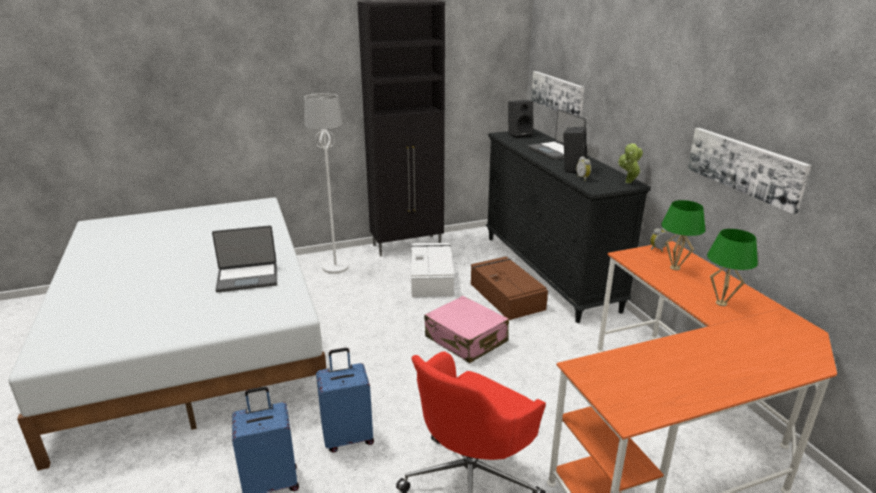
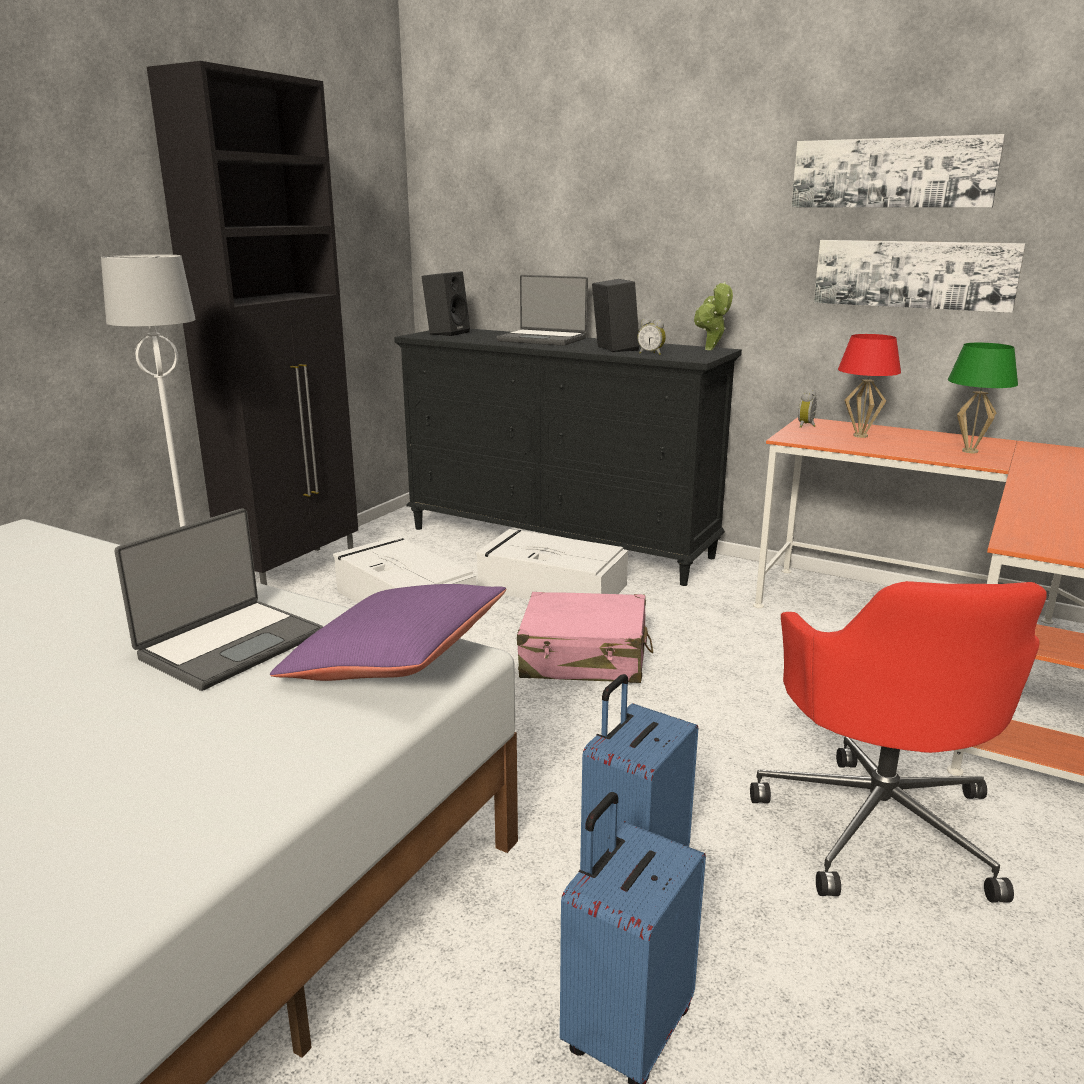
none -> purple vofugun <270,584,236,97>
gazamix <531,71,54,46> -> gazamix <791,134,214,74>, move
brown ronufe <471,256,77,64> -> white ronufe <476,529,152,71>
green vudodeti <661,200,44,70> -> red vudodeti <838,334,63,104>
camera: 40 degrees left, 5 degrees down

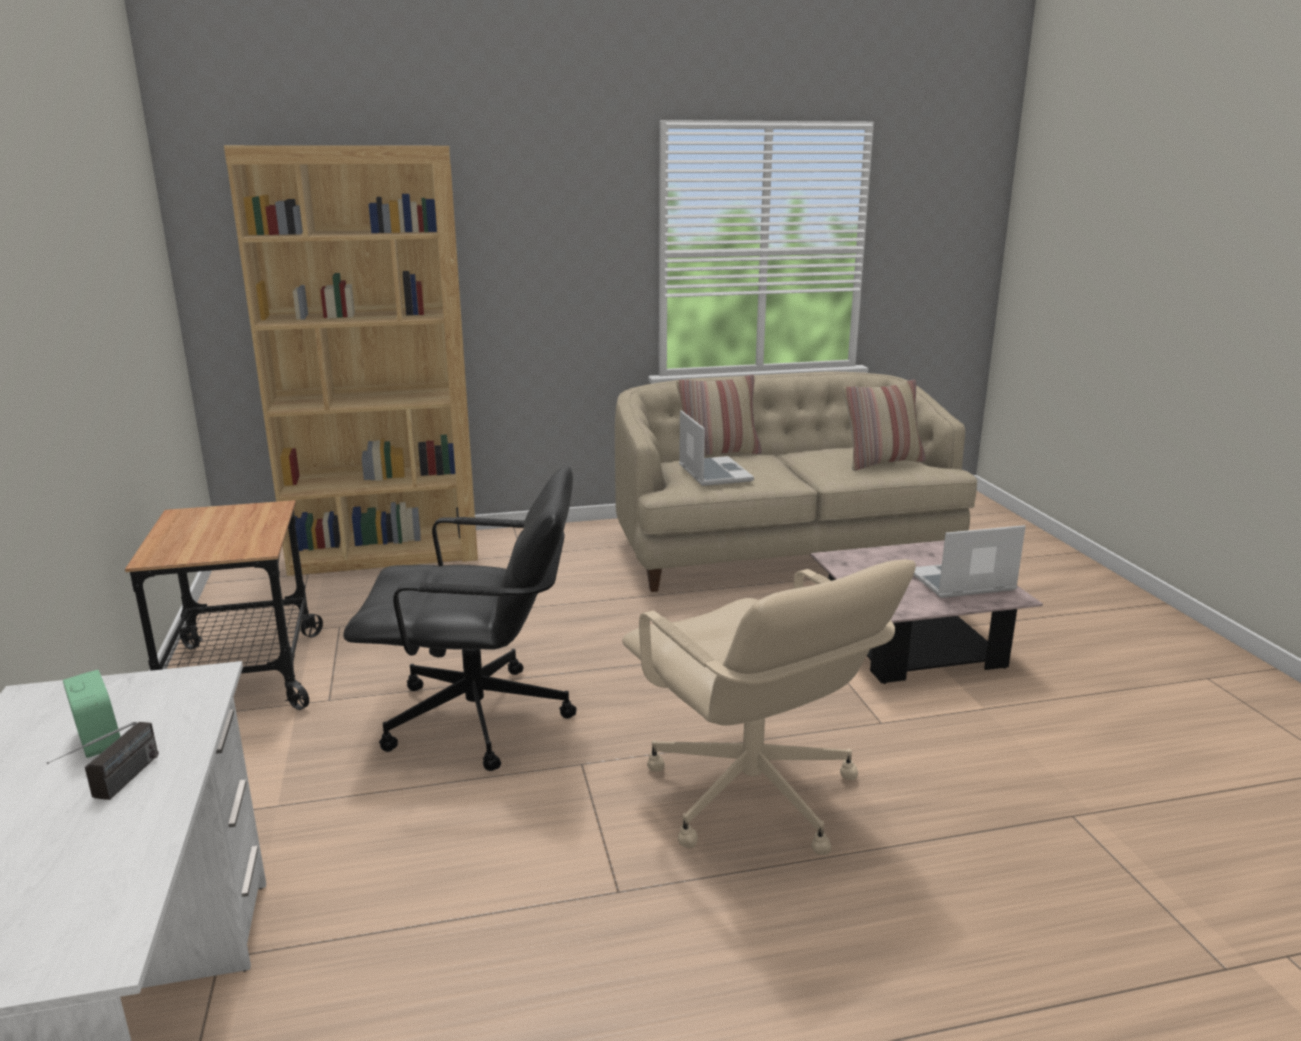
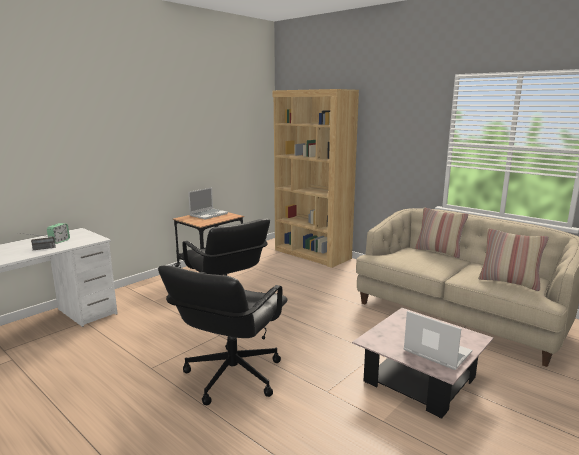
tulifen <679,410,75,76> -> tulifen <188,187,40,33>, move
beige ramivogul <622,559,294,296> -> black ramivogul <158,266,130,139>
camera: 55 degrees right, 5 degrees down

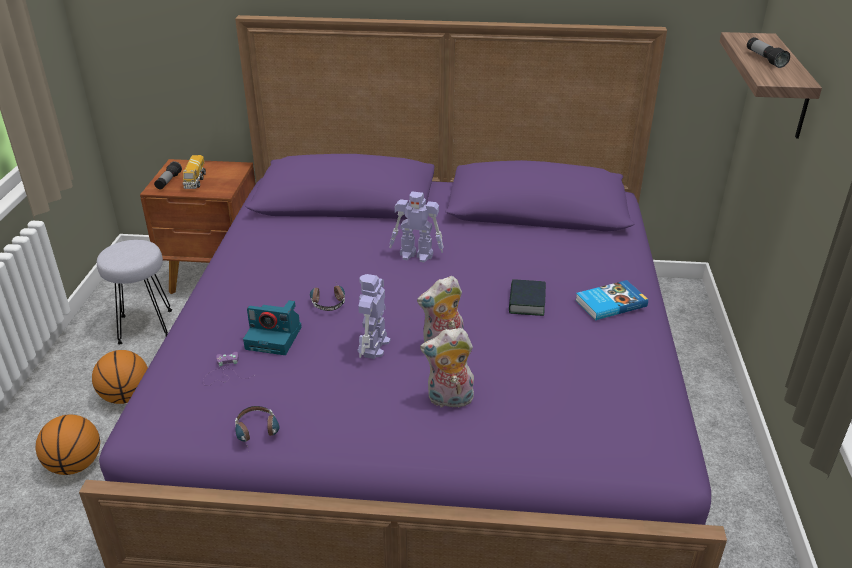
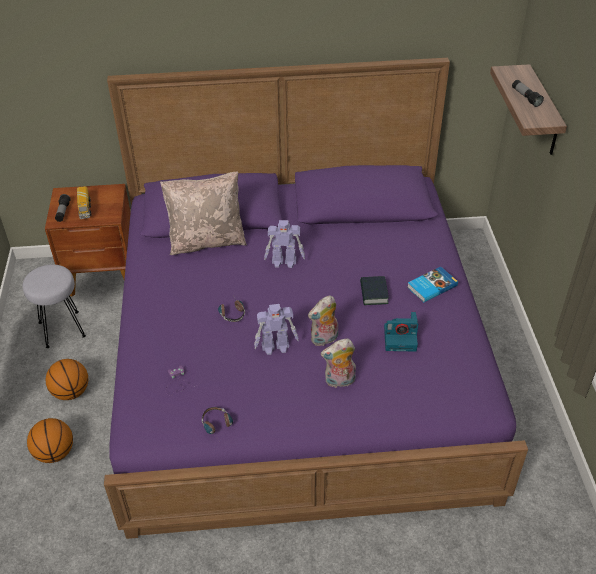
none -> beige vofugun <160,172,87,83>
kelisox <243,300,59,55> -> kelisox <384,312,34,40>, move
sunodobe <358,274,32,85> -> sunodobe <254,304,45,51>, 105 degrees counterclockwise
camera: 10 degrees left, 10 degrees up

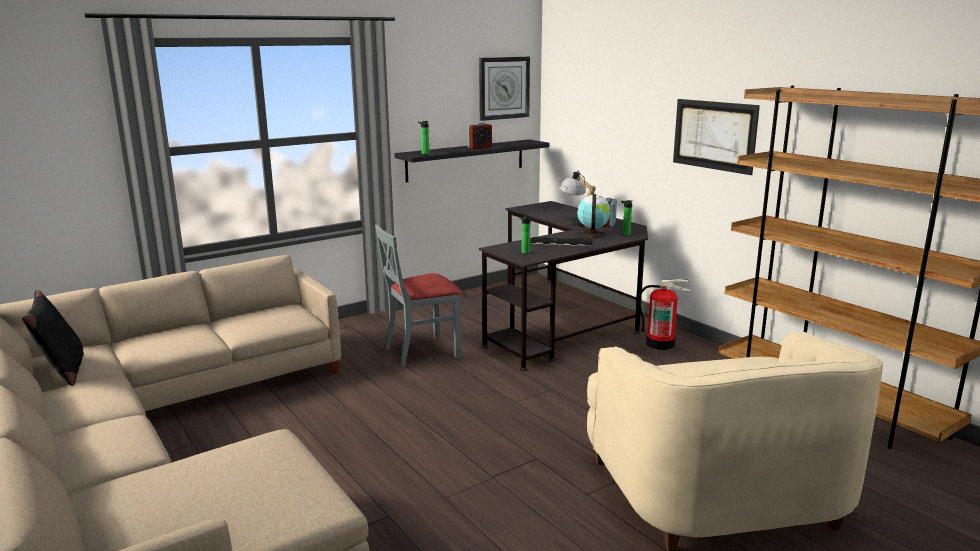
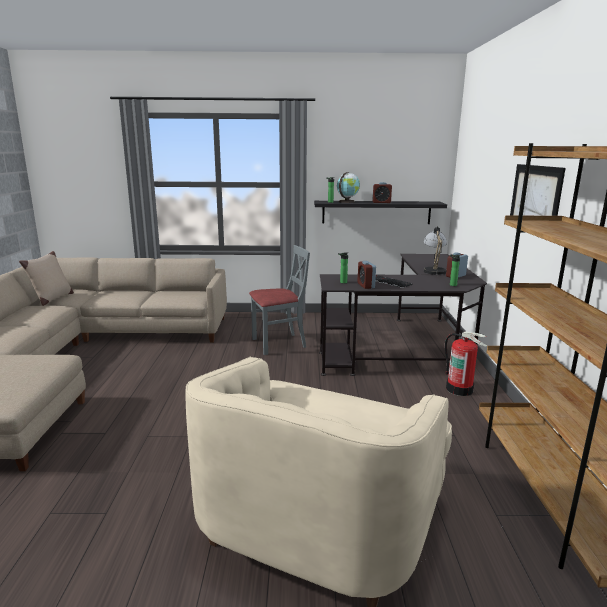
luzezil <479,57,51,64> -> none
none -> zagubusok <357,261,19,28>
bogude <577,194,33,44> -> bogude <337,172,23,31>, move
black vofugun <22,290,62,96> -> beige vofugun <19,251,55,55>
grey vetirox <375,224,87,143> -> grey vetirox <249,245,61,110>, 150 degrees clockwise
camera: 35 degrees right, 0 degrees up

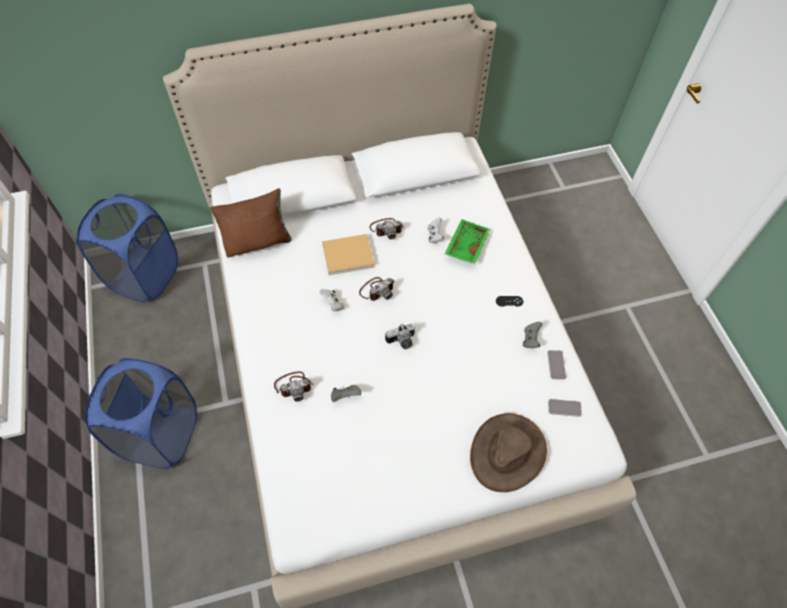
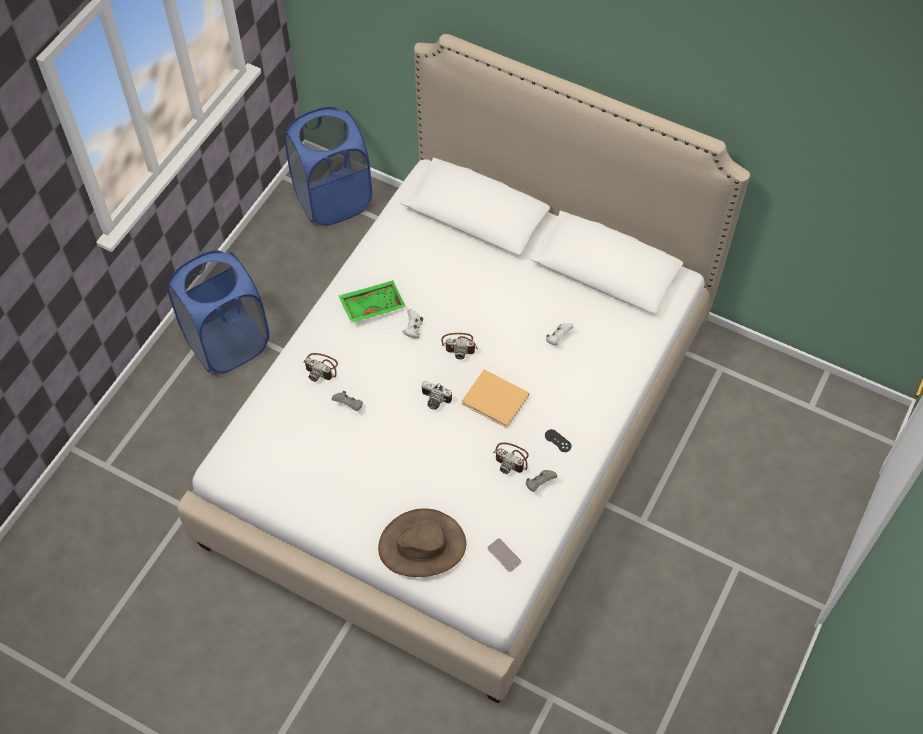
brown vofugun <210,188,82,70> -> none
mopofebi <547,350,19,29> -> none
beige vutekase <322,234,52,41> -> beige vutekase <461,369,68,59>, move
kelisox <370,218,34,21> -> kelisox <493,443,36,31>, move
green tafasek <445,219,45,45> -> green tafasek <339,280,67,43>, move
camera: 45 degrees right, 0 degrees up

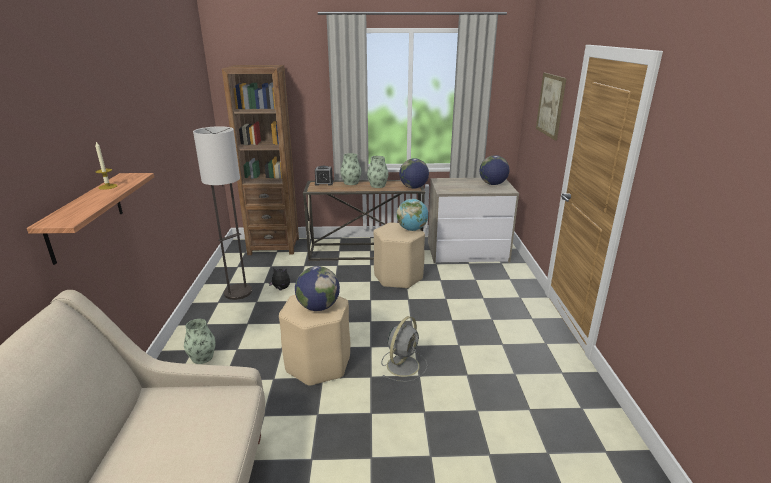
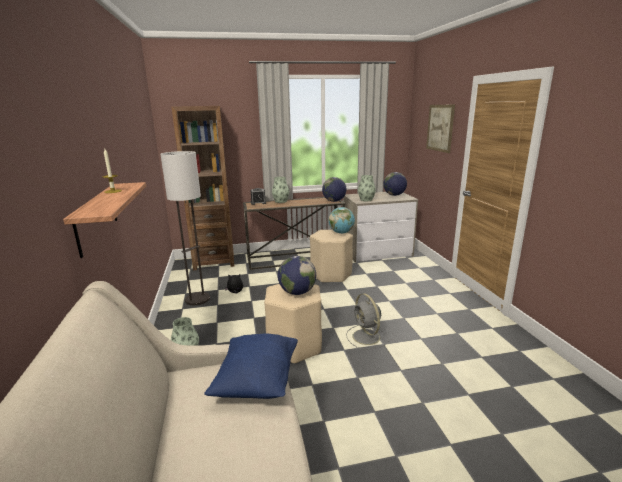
none -> blue vofugun <204,333,94,66>
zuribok <367,156,22,32> -> zuribok <358,175,18,26>, move
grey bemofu <381,316,46,66> -> grey bemofu <346,293,43,57>, 135 degrees clockwise
camera: 10 degrees left, 5 degrees down

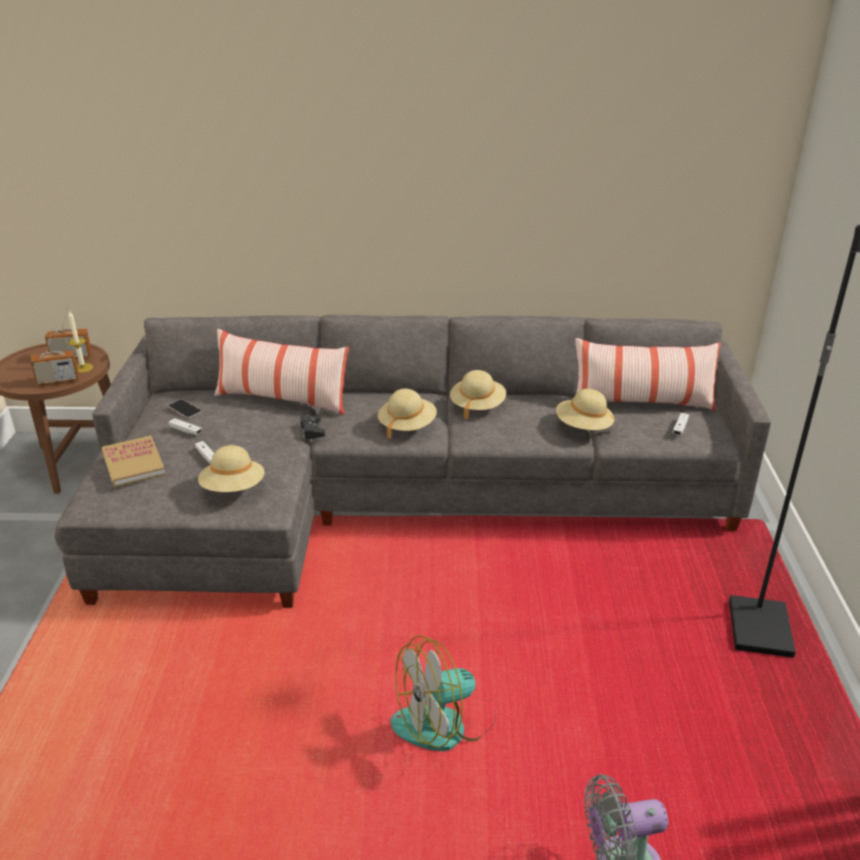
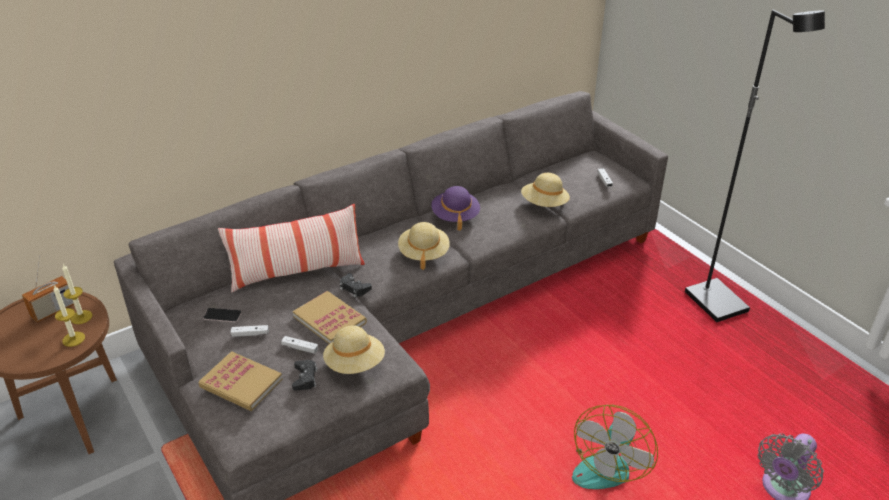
vofugun <575,338,146,73> -> none
none -> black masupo <292,360,25,30>
none -> vutekase <293,291,74,53>
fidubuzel <30,323,49,62> -> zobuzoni <53,285,32,62>
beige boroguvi <450,370,56,50> -> purple boroguvi <431,186,49,45>
camera: 35 degrees left, 5 degrees up

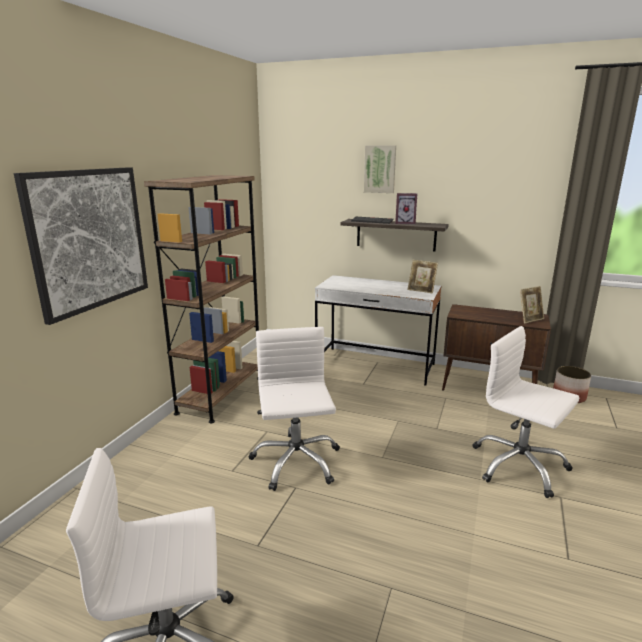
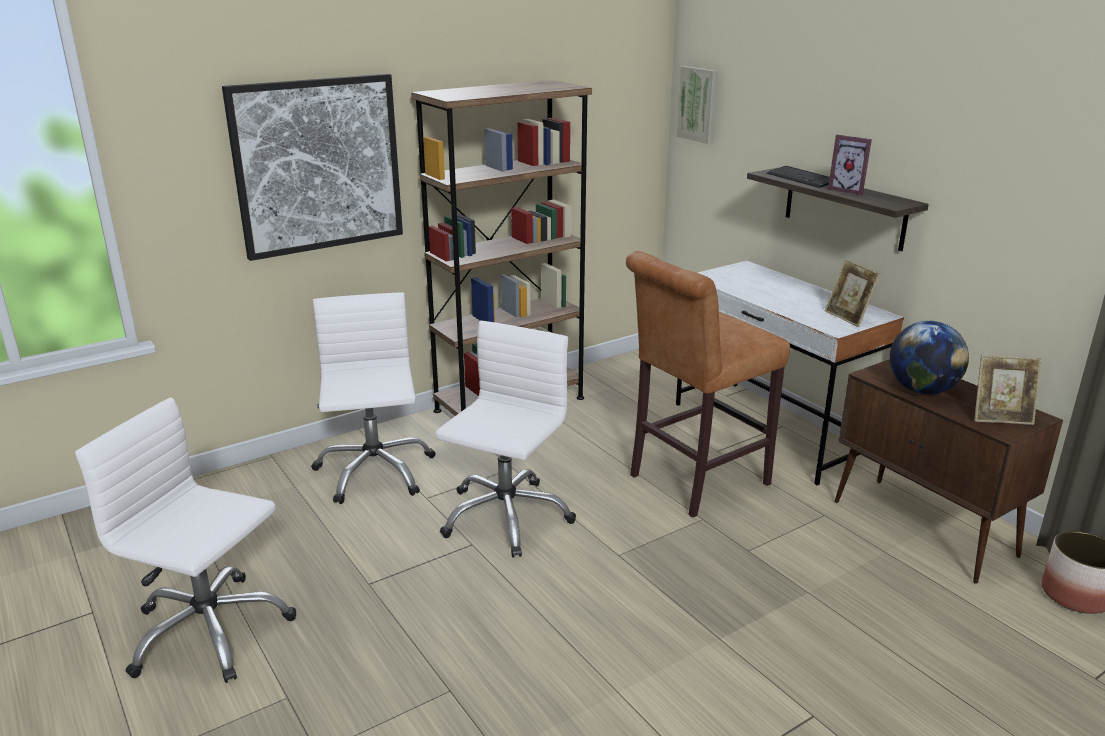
none -> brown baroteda <626,251,164,267>
none -> bogude <890,321,79,73>
gazamix <364,145,32,48> -> gazamix <677,66,41,78>, move
white ramivogul <473,326,106,172> -> white ramivogul <311,293,125,211>, move
camera: 35 degrees right, 5 degrees up

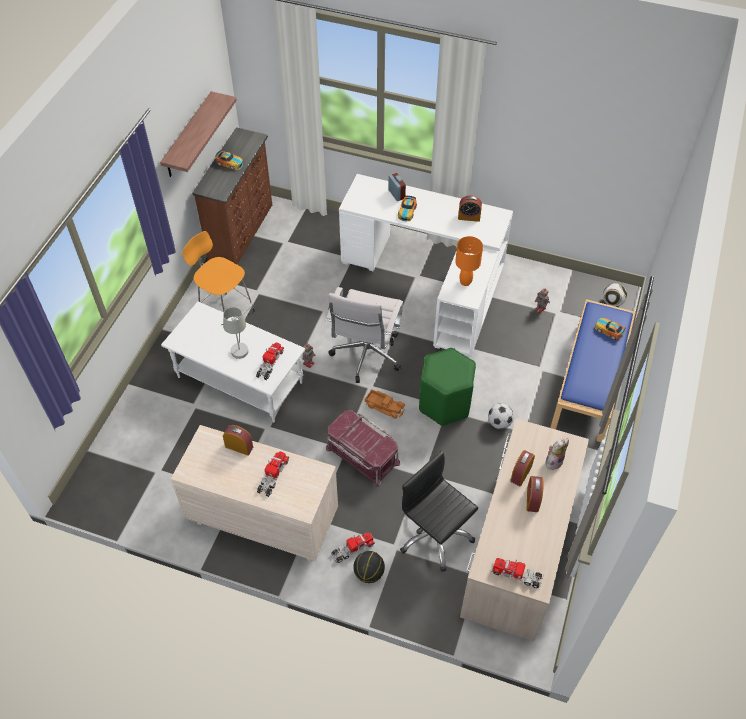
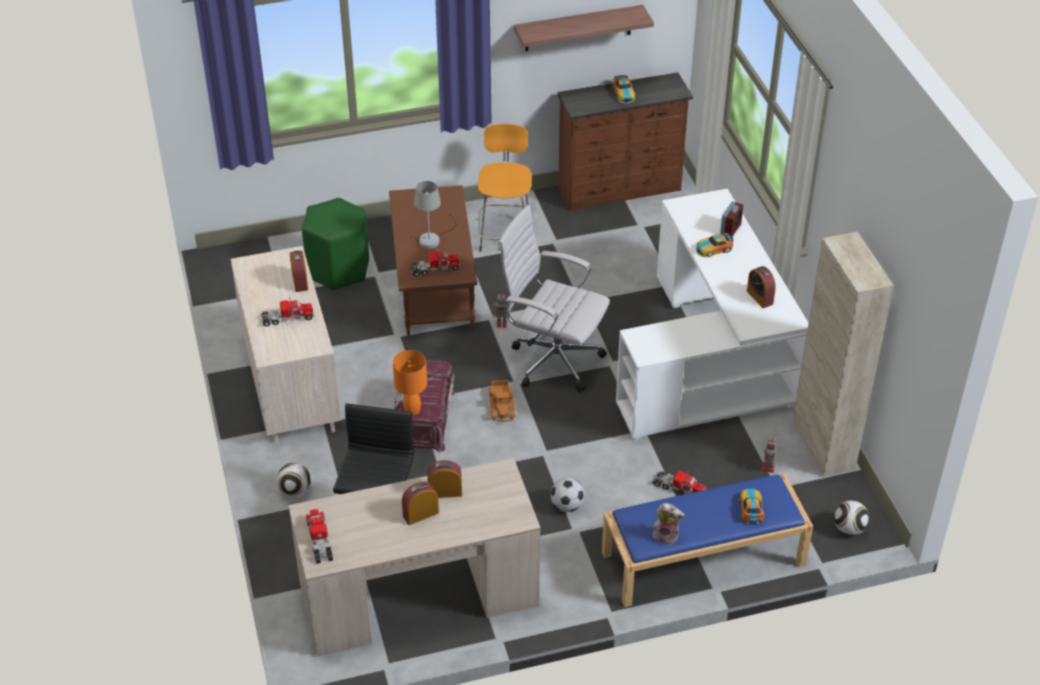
none -> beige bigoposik <792,232,102,245>
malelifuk <331,532,44,31> -> malelifuk <653,470,53,24>, move
green baroteda <419,348,57,78> -> green baroteda <302,198,67,92>, move
orange vudodeti <455,236,28,50> -> orange vudodeti <393,350,34,66>, move
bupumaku <546,438,23,32> -> bupumaku <653,503,32,42>, move
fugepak <353,551,32,32> -> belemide <277,463,34,34>
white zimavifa <161,301,145,121> -> brown zimavifa <389,185,88,152>
white ramivogul <326,287,77,96> -> white ramivogul <497,205,113,187>, 45 degrees clockwise
camera: 55 degrees right, 10 degrees down

